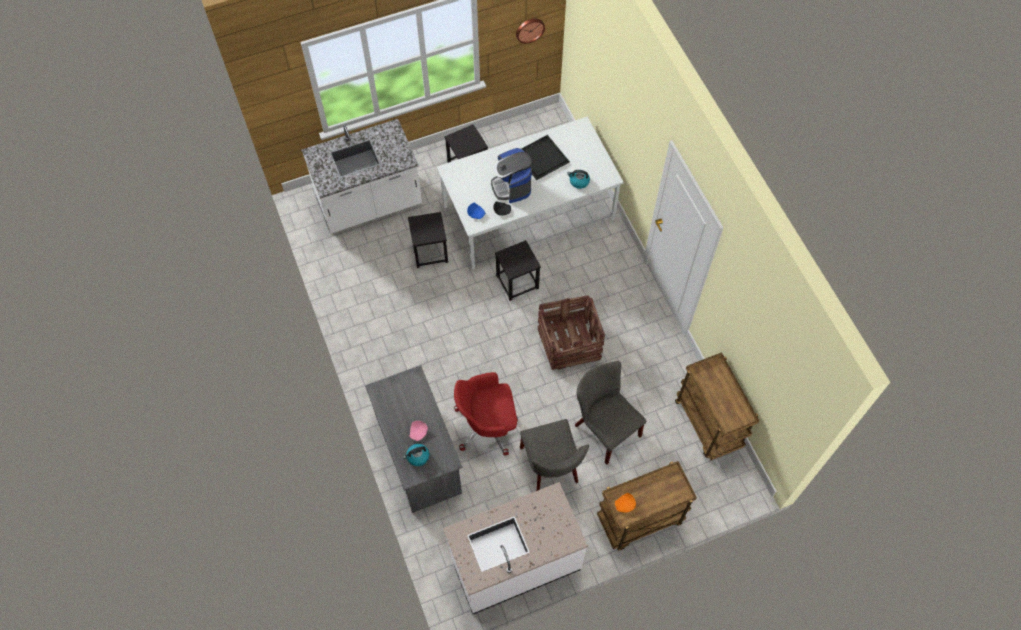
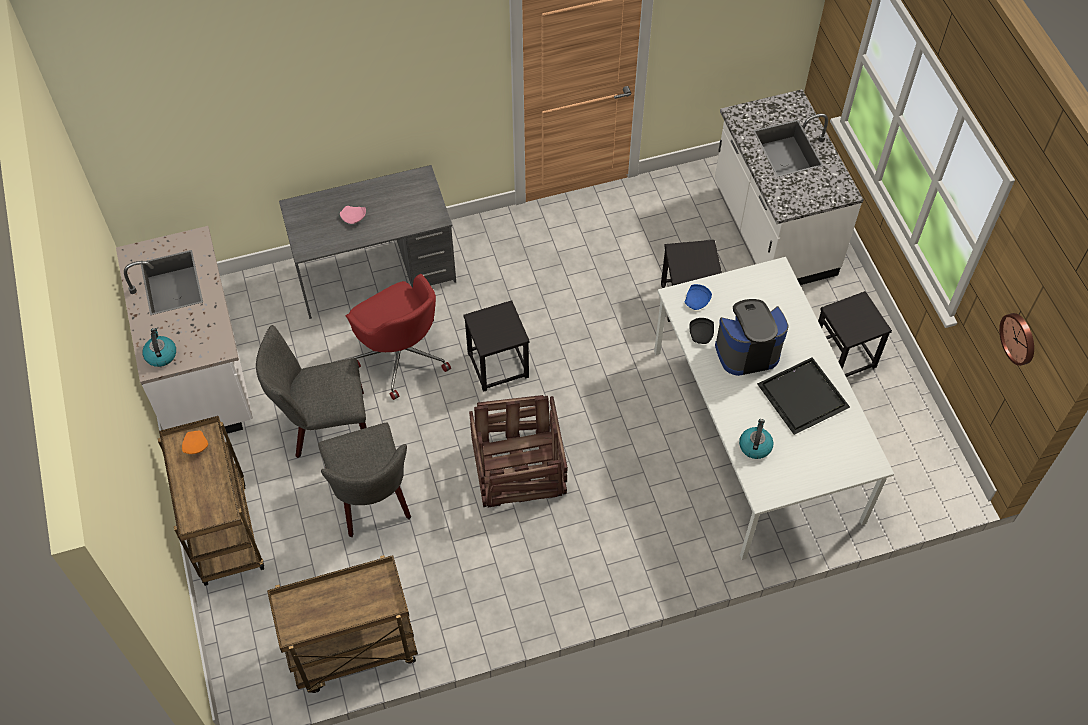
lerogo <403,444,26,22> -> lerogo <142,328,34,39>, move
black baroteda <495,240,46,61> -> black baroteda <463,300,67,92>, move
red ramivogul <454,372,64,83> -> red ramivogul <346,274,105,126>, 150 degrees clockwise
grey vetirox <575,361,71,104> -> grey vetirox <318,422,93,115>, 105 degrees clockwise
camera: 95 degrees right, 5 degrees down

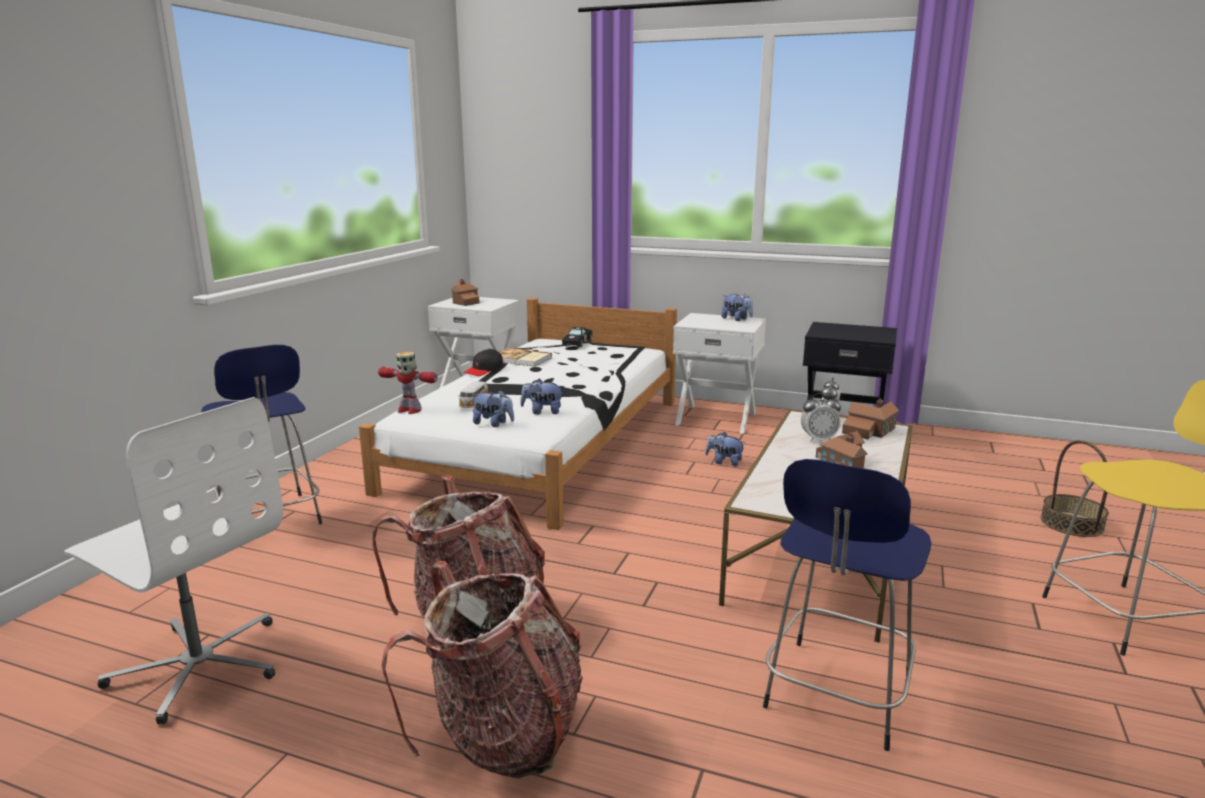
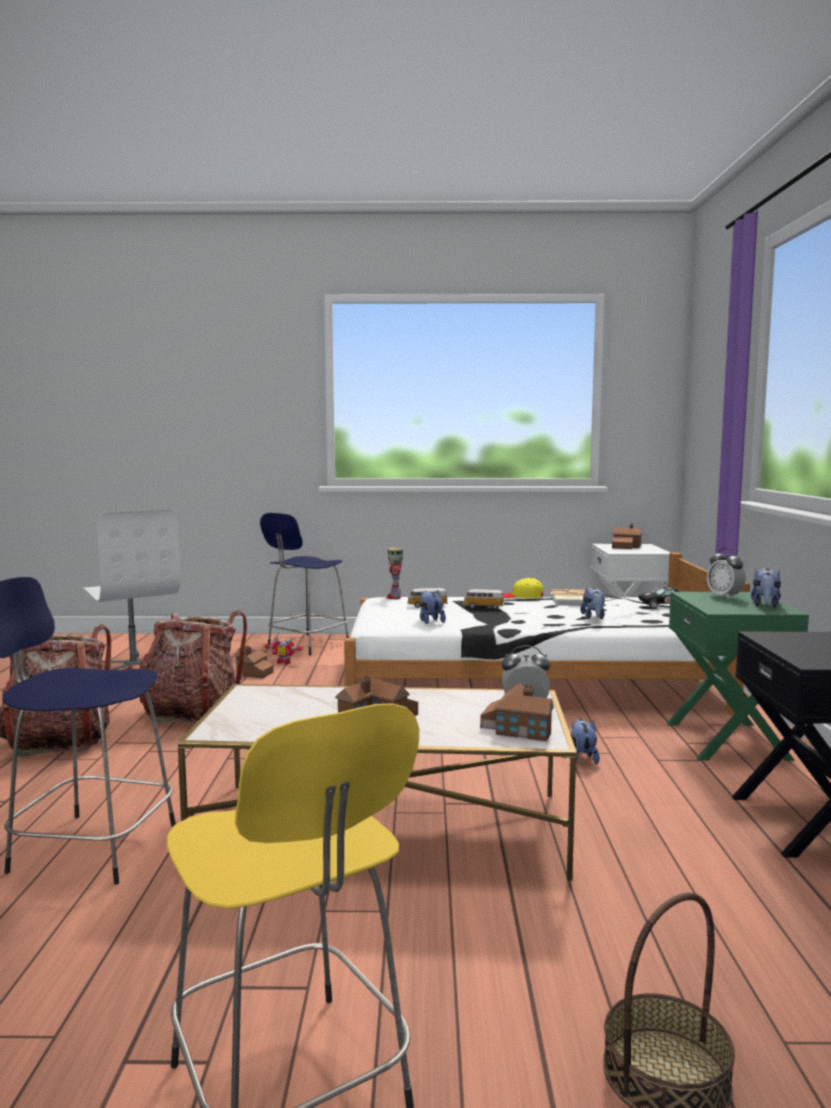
none -> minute <235,646,39,32>
none -> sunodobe <262,638,43,26>
none -> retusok <463,589,41,20>
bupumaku <472,390,42,37> -> bupumaku <580,587,25,32>, move
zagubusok <801,393,40,49> -> zagubusok <707,548,39,51>, move
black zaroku <464,349,39,27> -> yellow zaroku <503,577,40,21>
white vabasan <673,313,93,121> -> green vabasan <667,592,142,169>
white ramivogul <64,397,219,327> -> white ramivogul <82,509,99,161>, 45 degrees counterclockwise
camera: 70 degrees right, 10 degrees down

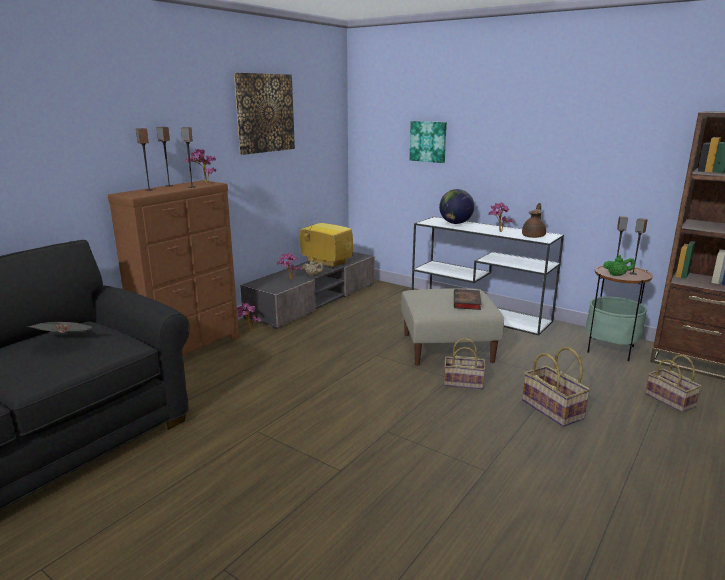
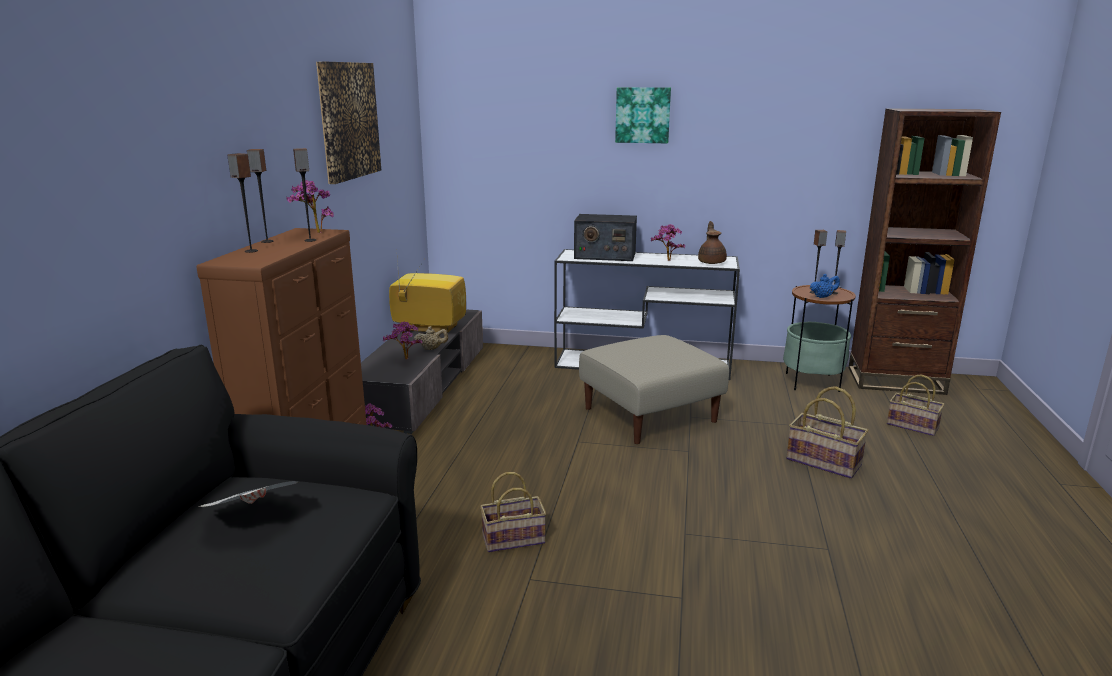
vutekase <454,289,27,21> -> none
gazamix <410,121,37,42> -> gazamix <615,87,56,56>, move
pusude <444,338,42,51> -> pusude <480,472,66,81>, move
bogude <439,189,35,35> -> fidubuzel <574,214,63,47>
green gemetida <603,255,32,21> -> blue gemetida <810,274,30,24>
camera: 25 degrees left, 0 degrees up

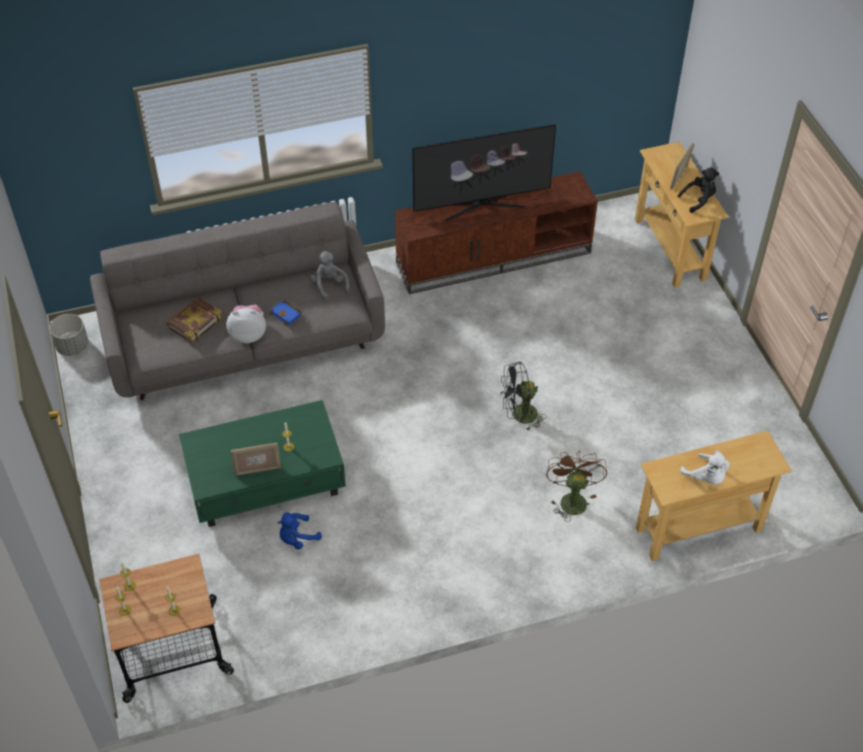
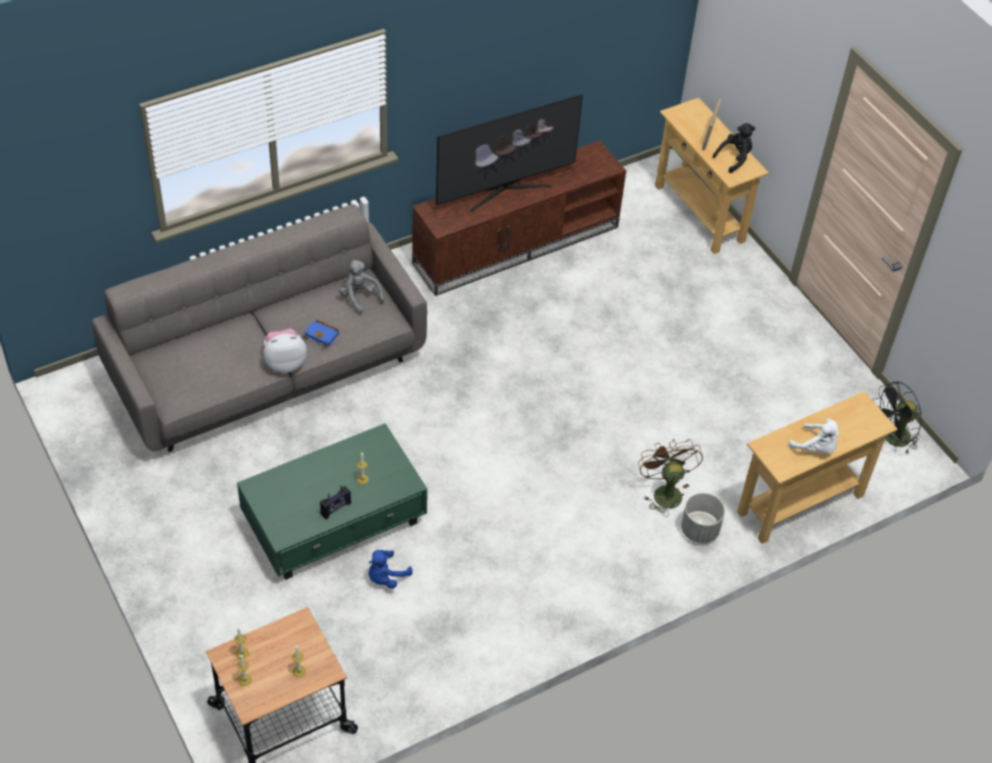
vutekase <167,297,56,46> -> none
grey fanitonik <49,314,39,42> -> grey fanitonik <681,493,44,50>, move
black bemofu <501,362,46,69> -> black bemofu <876,381,46,73>, move
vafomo <231,442,50,34> -> fidubuzel <320,485,31,34>
camera: 15 degrees left, 0 degrees up

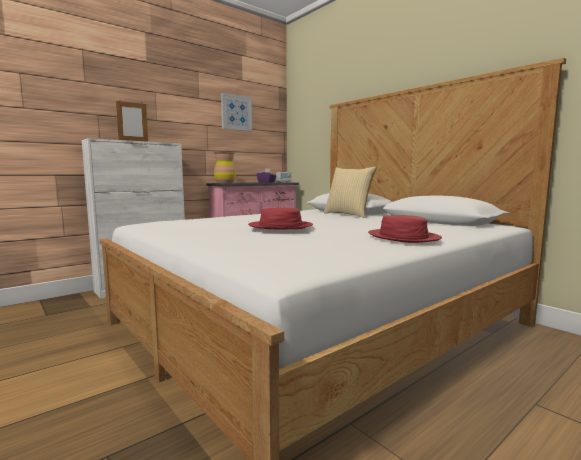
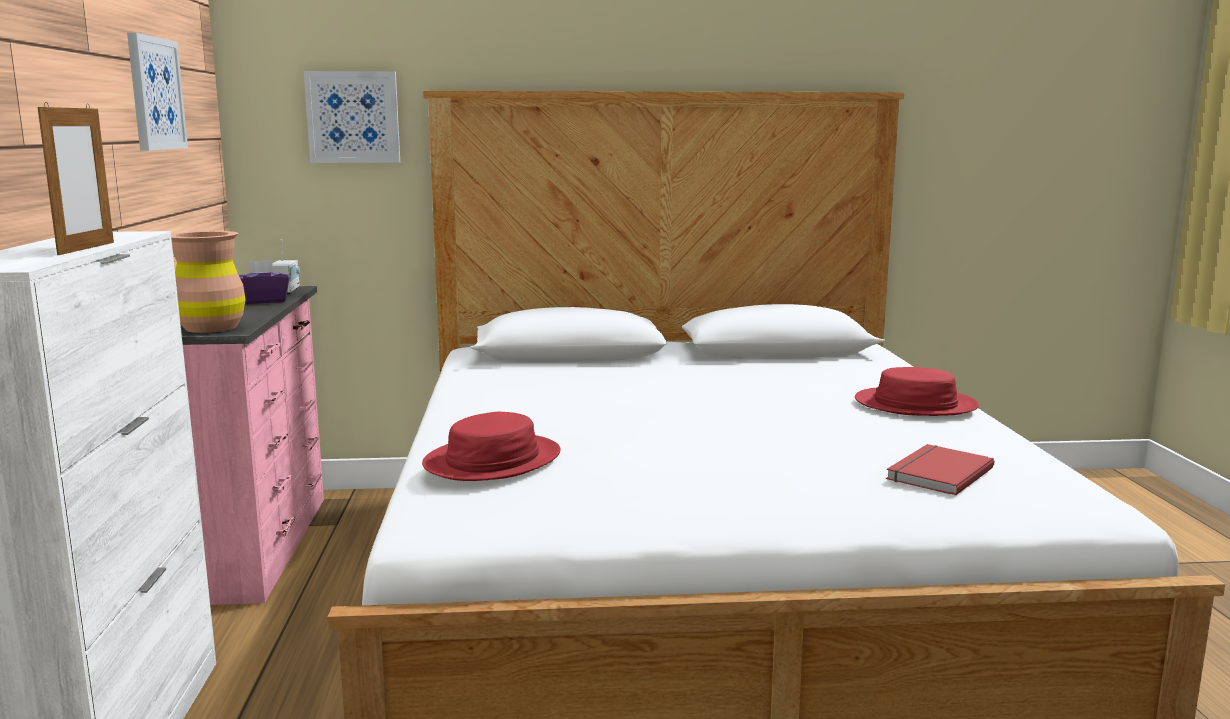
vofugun <324,166,53,52> -> none
none -> gazamix <304,71,96,92>
none -> red vutekase <886,444,108,52>
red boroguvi <248,208,65,21> -> red boroguvi <422,412,139,69>, move
camera: 55 degrees left, 5 degrees up

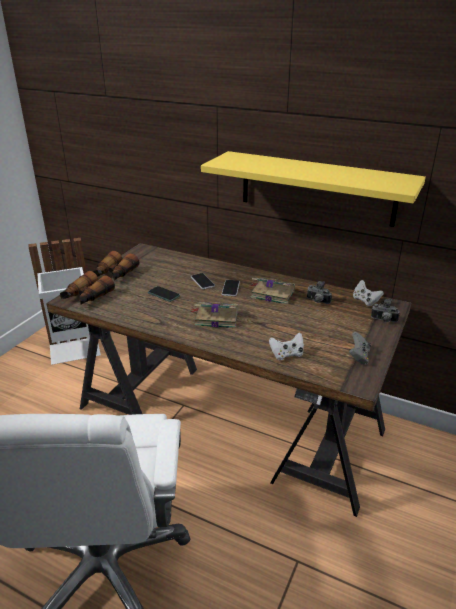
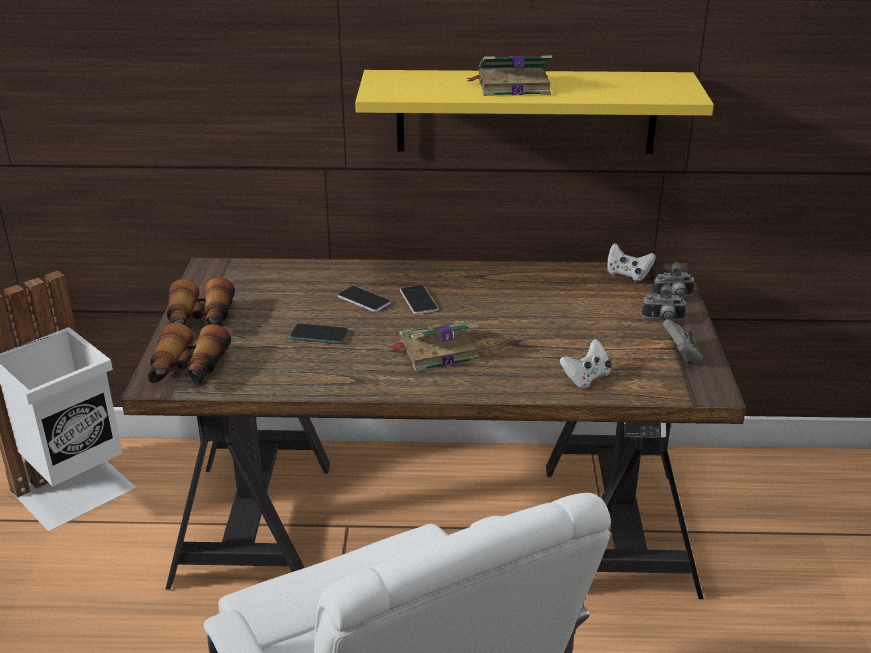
vutekase <250,278,45,27> -> vutekase <466,55,86,41>, move
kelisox <307,281,25,23> -> kelisox <642,284,45,37>, move
camera: 25 degrees left, 0 degrees up

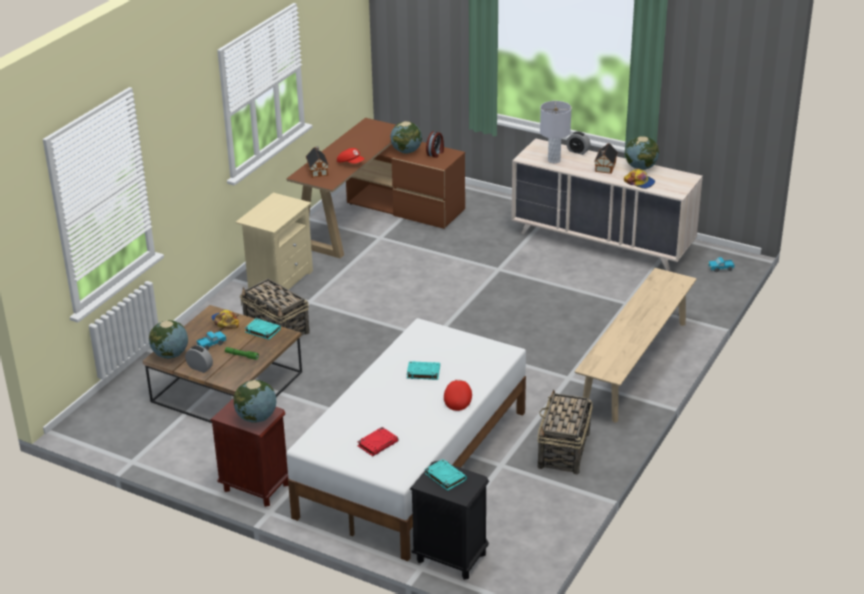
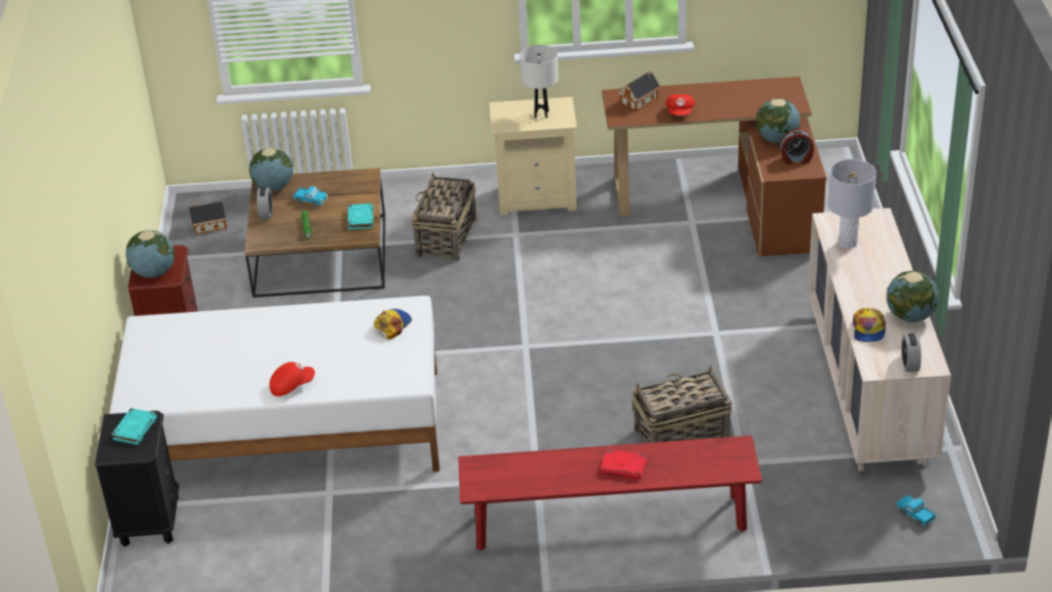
turquoise vutekase <407,361,33,19> -> none
none -> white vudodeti <520,45,38,73>
zaroku <211,310,28,19> -> zaroku <374,309,38,30>, move
red vutekase <357,427,42,29> -> red vutekase <600,449,47,30>, move
pusude <538,389,55,85> -> pusude <632,366,100,77>, move
zagubusok <566,131,25,24> -> zagubusok <901,333,20,39>, move
minute <594,143,24,31> -> minute <189,202,38,32>, move
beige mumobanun <574,268,123,155> -> red mumobanun <458,435,304,116>
camera: 60 degrees right, 5 degrees up

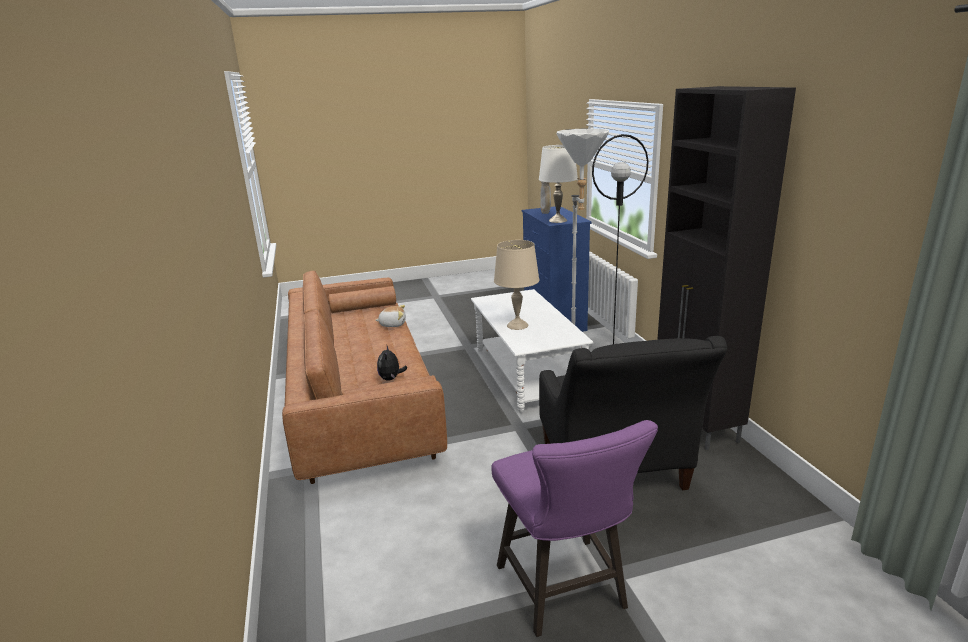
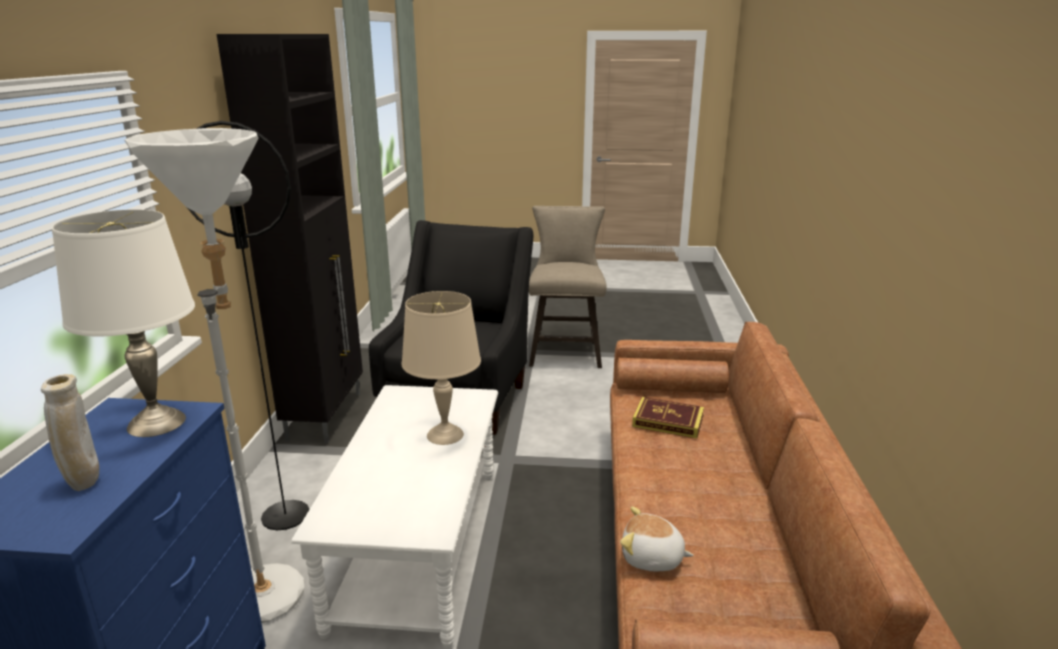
bupumaku <377,346,30,35> -> vutekase <632,397,72,41>
purple baroteda <491,420,167,217> -> beige baroteda <529,206,78,162>
camera: 160 degrees left, 0 degrees up

